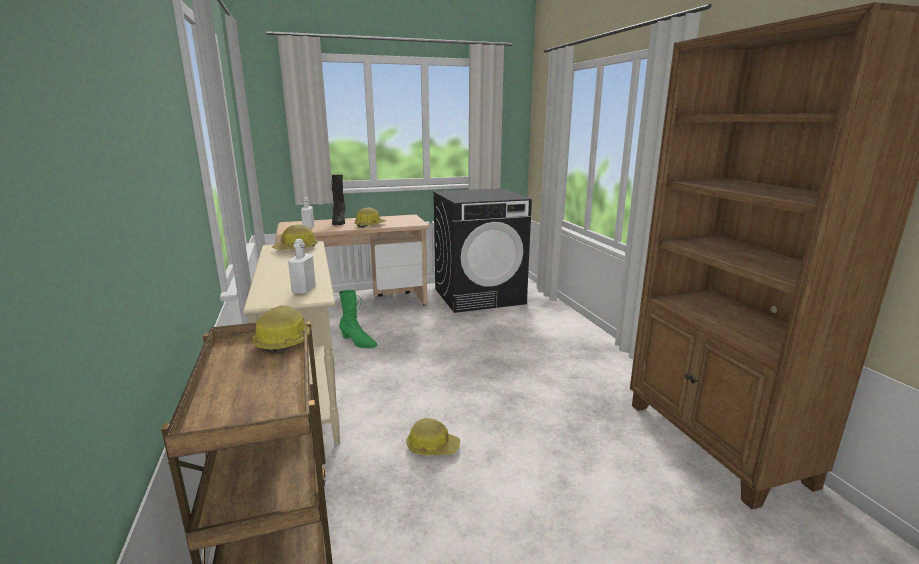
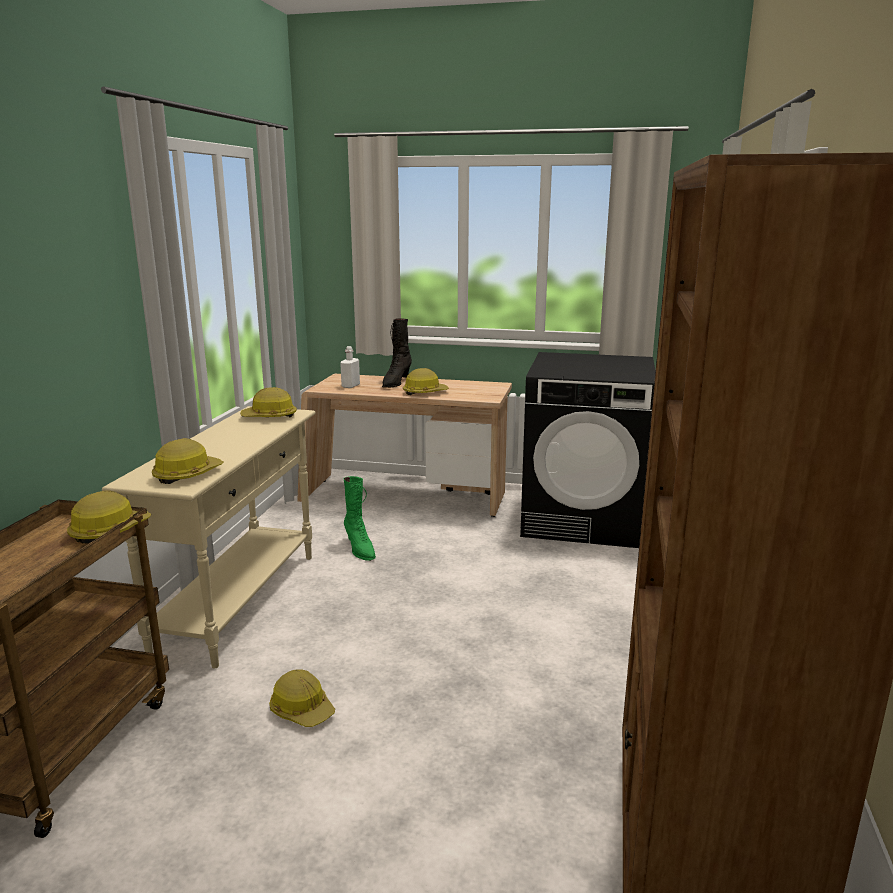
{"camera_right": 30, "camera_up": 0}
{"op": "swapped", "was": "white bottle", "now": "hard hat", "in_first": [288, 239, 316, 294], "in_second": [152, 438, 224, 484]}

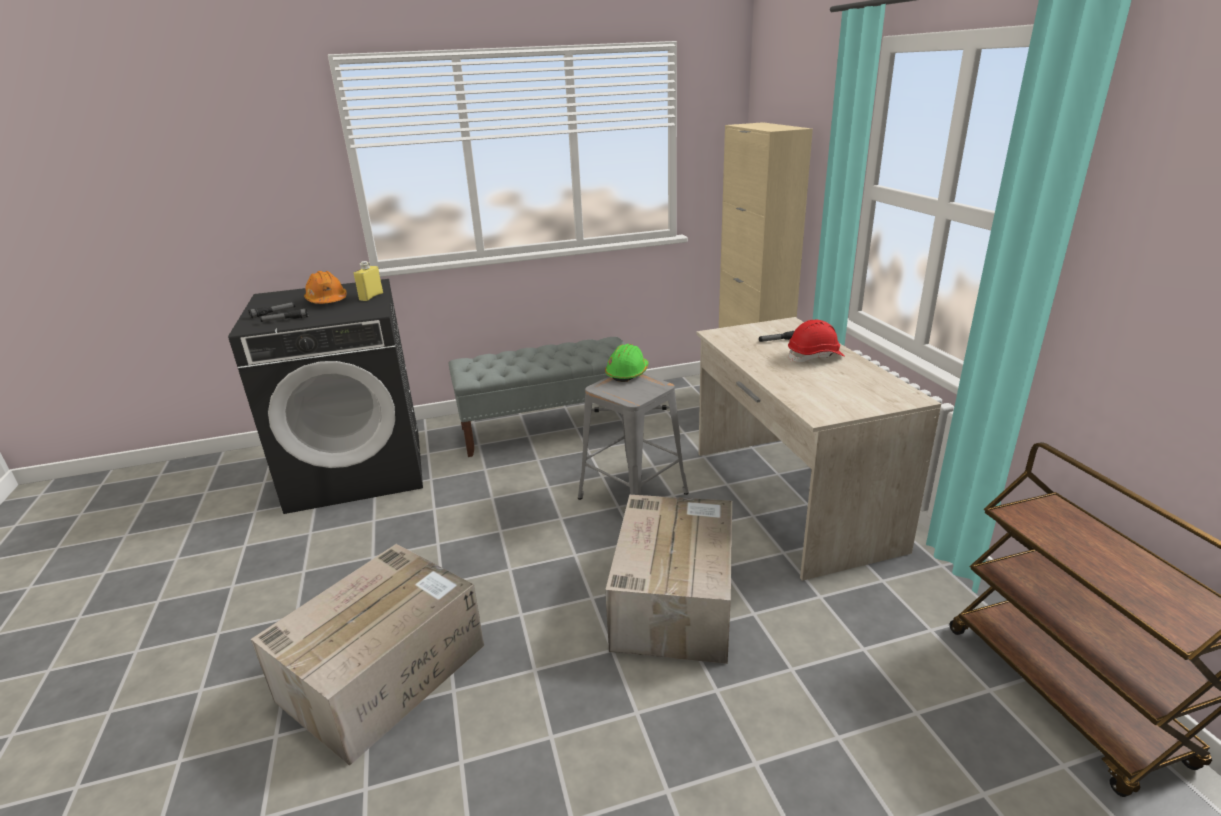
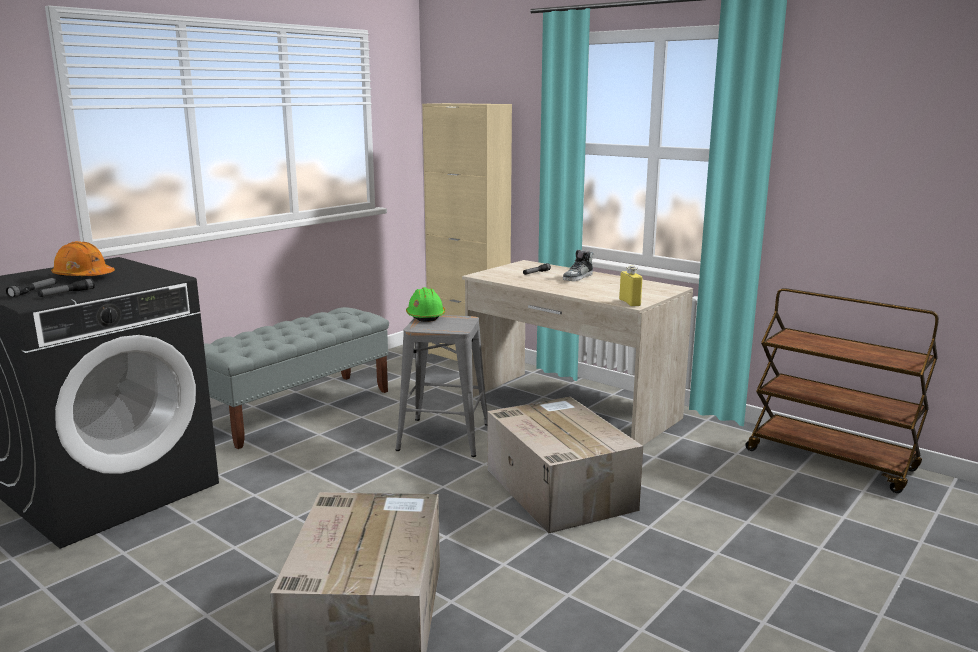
{"camera_right": -35, "camera_up": -10}
{"op": "shifted", "was": "yellow bottle", "in_first": [354, 261, 383, 301], "in_second": [619, 266, 642, 307]}
{"op": "swapped", "was": "red hard hat", "now": "shoe", "in_first": [788, 320, 844, 362], "in_second": [563, 250, 593, 282]}

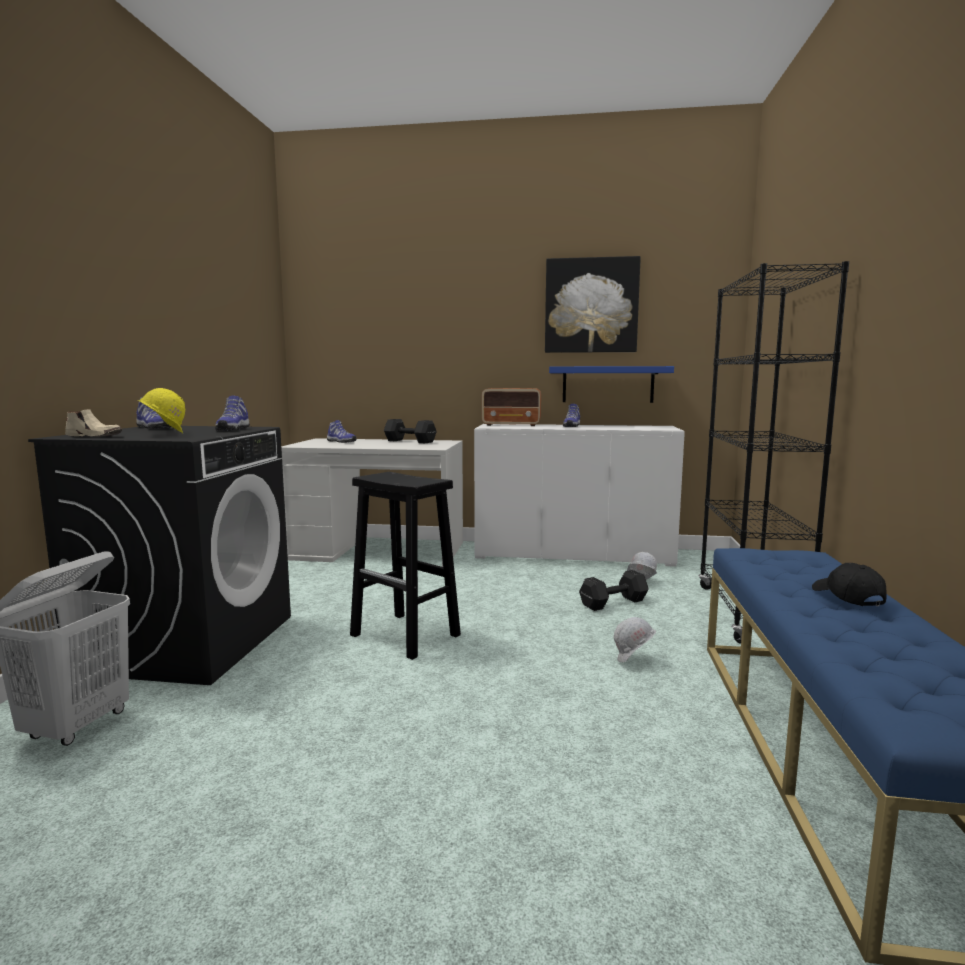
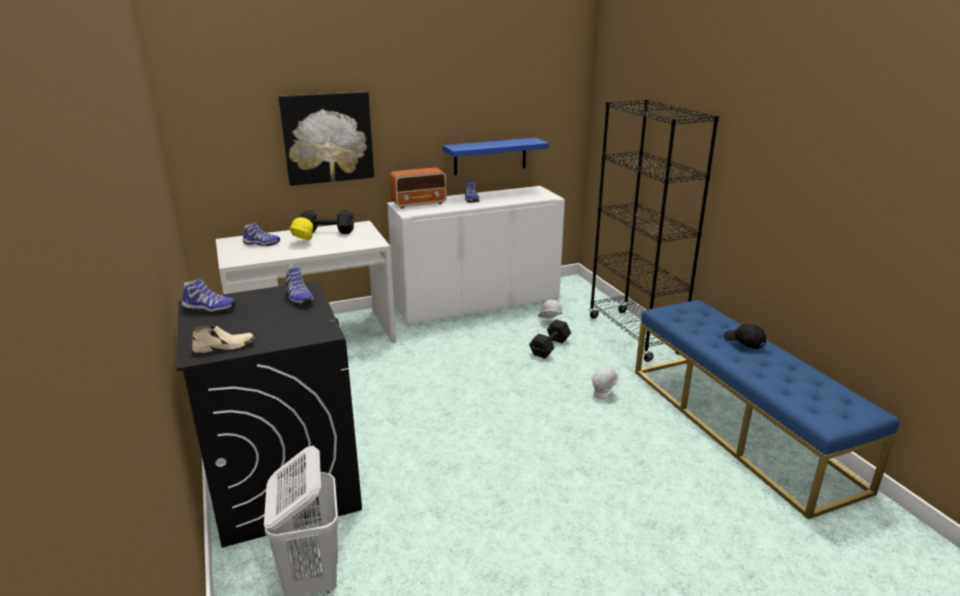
{"camera_right": -30, "camera_up": 15}
{"op": "shifted", "was": "yellow hard hat", "in_first": [138, 388, 186, 433], "in_second": [289, 217, 313, 241]}
{"op": "gone", "was": "black stool", "in_first": [350, 472, 461, 660]}
{"op": "shifted", "was": "picture", "in_first": [545, 256, 641, 353], "in_second": [278, 91, 374, 186]}

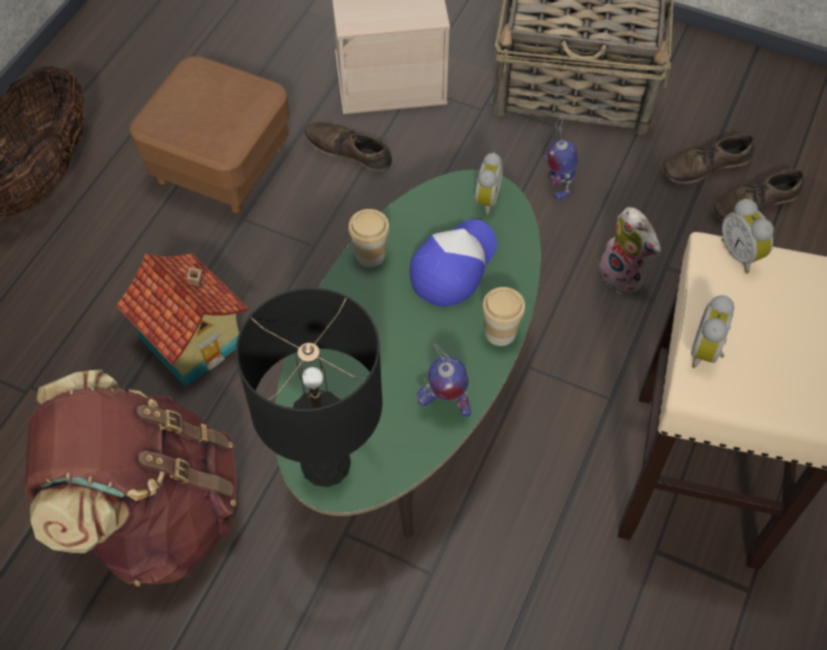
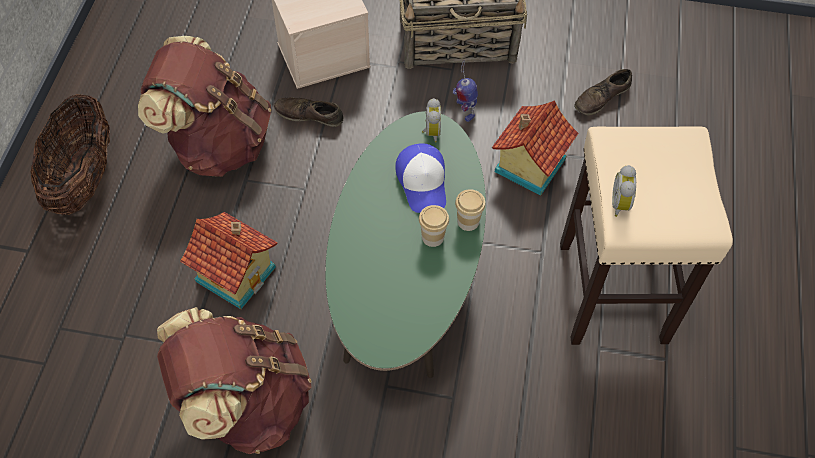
{"camera_right": -15, "camera_up": 0}
{"op": "swapped", "was": "brown ottoman", "now": "brown backpack", "in_first": [130, 56, 290, 213], "in_second": [138, 36, 271, 177]}
{"op": "gone", "was": "black table lamp", "in_first": [236, 287, 383, 487]}
{"op": "shifted", "was": "cup", "in_first": [348, 209, 390, 267], "in_second": [419, 205, 449, 247]}
{"op": "rotated", "was": "cap", "in_first": [410, 219, 497, 307], "in_second": [395, 143, 446, 213], "clockwise": 150}
{"op": "gone", "was": "toy robot", "in_first": [415, 343, 471, 417]}
{"op": "swapped", "was": "plush toy", "now": "toy house", "in_first": [600, 207, 661, 294], "in_second": [492, 100, 579, 195]}
{"op": "gone", "was": "brown shoe", "in_first": [662, 134, 754, 184]}
{"op": "gone", "was": "alarm clock", "in_first": [721, 199, 774, 273]}

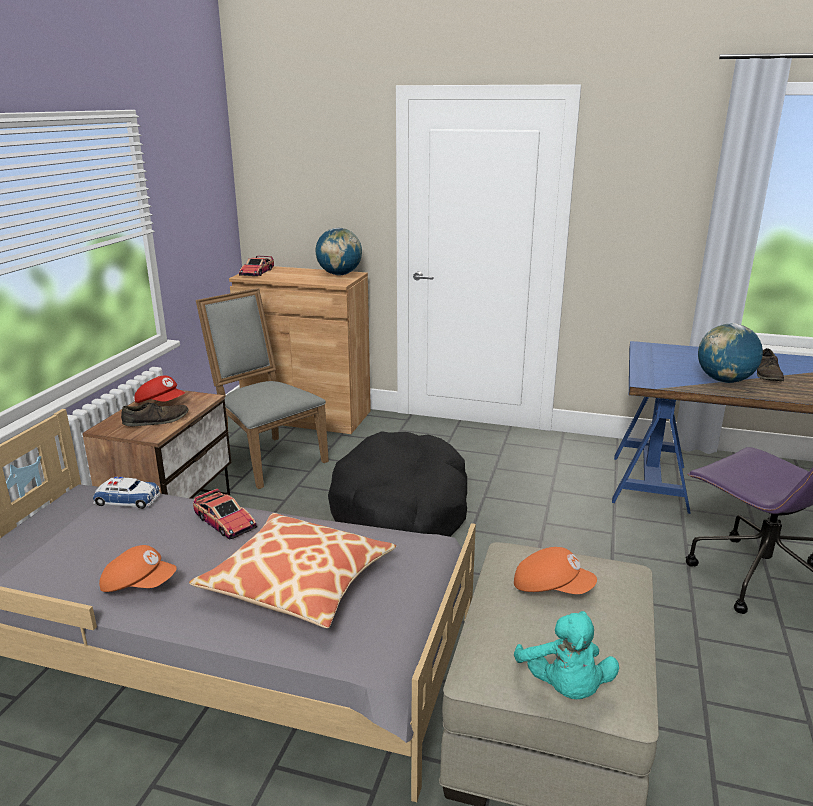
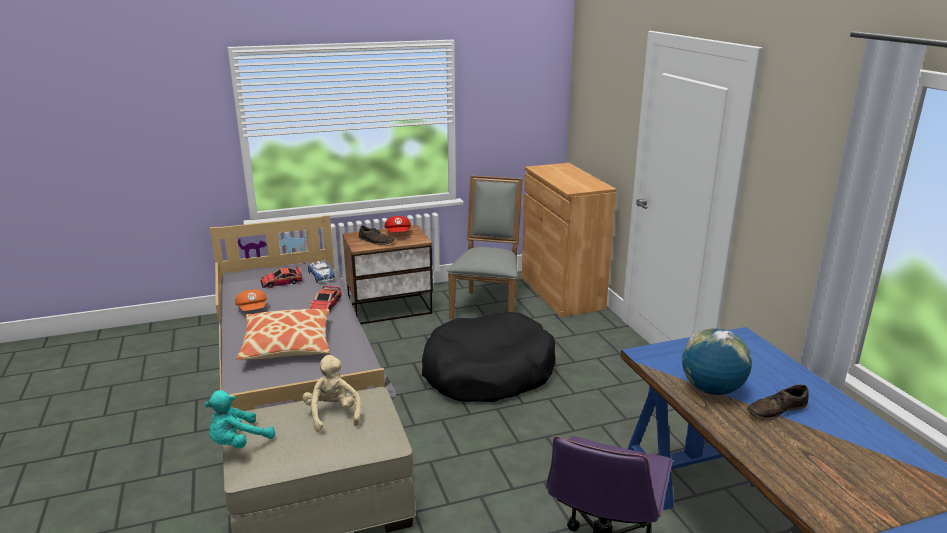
{"camera_right": 55, "camera_up": 0}
{"op": "shifted", "was": "toy car", "in_first": [239, 256, 274, 276], "in_second": [260, 266, 302, 288]}
{"op": "gone", "was": "globe", "in_first": [315, 228, 362, 276]}
{"op": "swapped", "was": "orange cap", "now": "beige plush toy", "in_first": [514, 547, 597, 594], "in_second": [302, 355, 361, 432]}

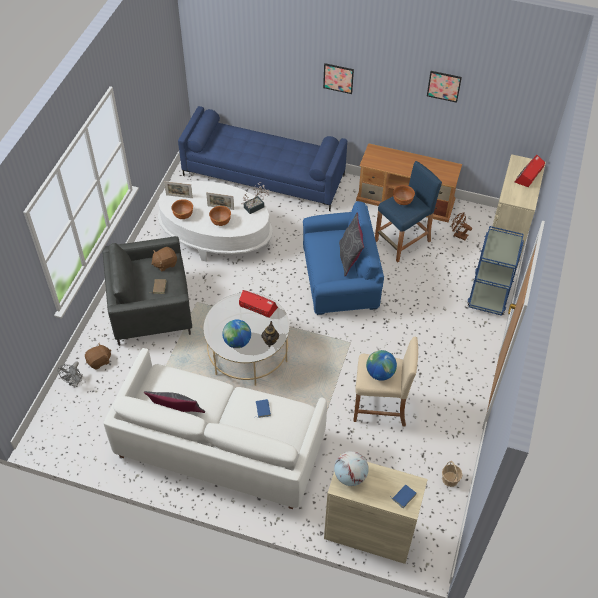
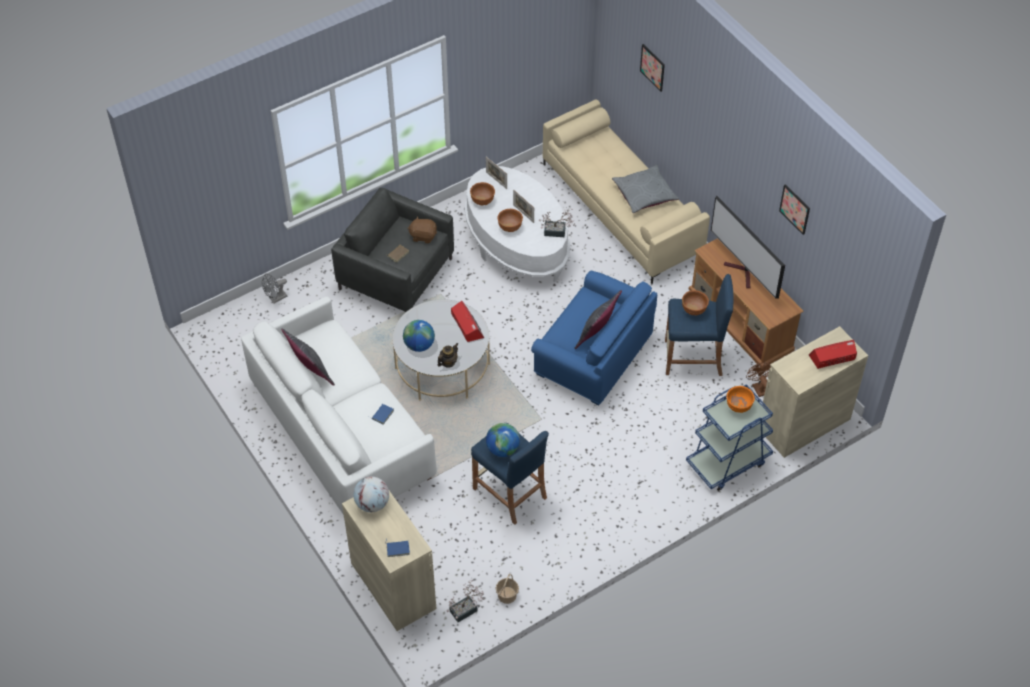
{"camera_right": 40, "camera_up": 0}
{"op": "gone", "was": "brown plush toy", "in_first": [85, 344, 111, 369]}
{"op": "repainted", "was": "blue sofa", "now": "beige sofa", "in_first": [178, 106, 347, 211], "in_second": [543, 99, 710, 284]}
{"op": "shifted", "was": "picture", "in_first": [323, 63, 354, 94], "in_second": [640, 44, 665, 92]}
{"op": "repainted", "was": "beige stool", "now": "blue stool", "in_first": [353, 336, 418, 427], "in_second": [471, 423, 549, 525]}
{"op": "new", "now": "potted plant", "in_second": [447, 580, 484, 622]}
{"op": "new", "now": "grey pillow", "in_second": [612, 165, 679, 213]}
{"op": "new", "now": "television", "in_second": [711, 195, 785, 299]}
{"op": "new", "now": "orange bowl", "in_second": [727, 386, 755, 413]}

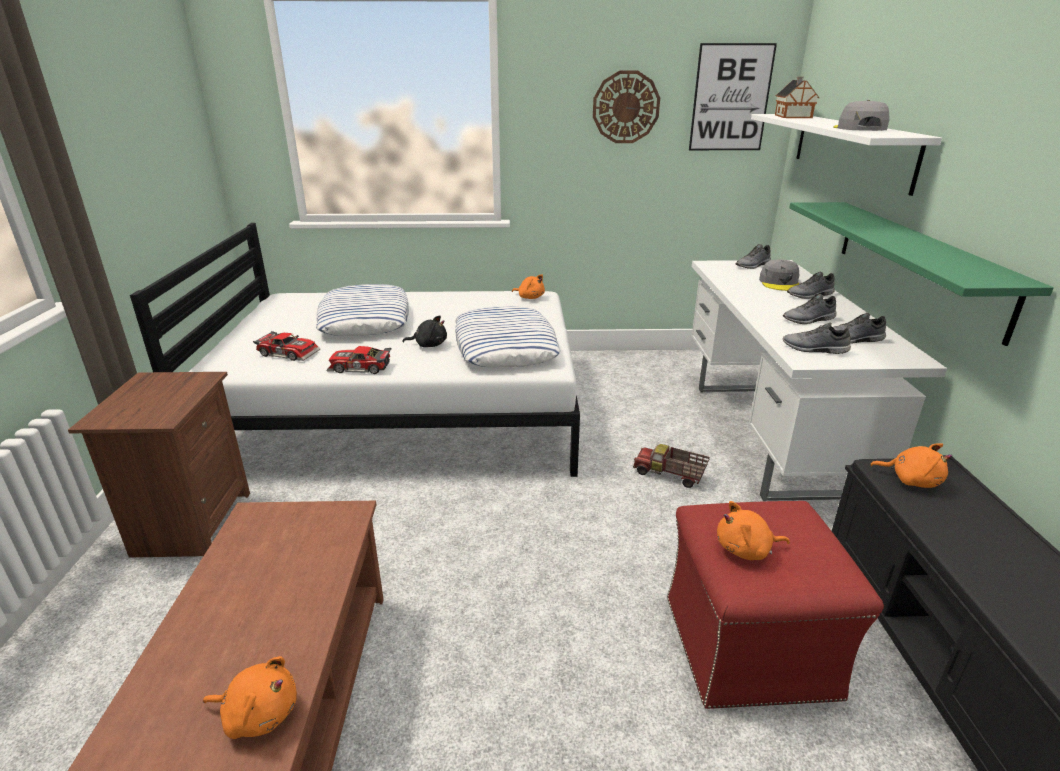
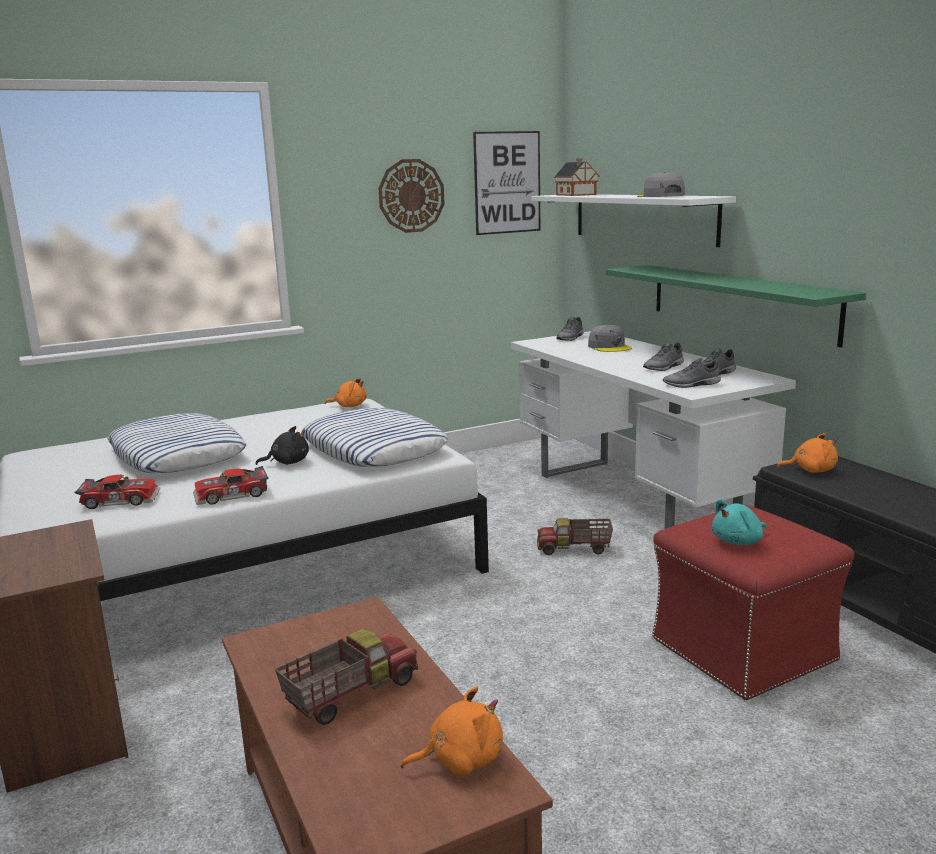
{"camera_right": -25, "camera_up": -10}
{"op": "repainted", "was": "orange plush toy", "now": "turquoise plush toy", "in_first": [717, 501, 790, 560], "in_second": [712, 499, 767, 545]}
{"op": "gone", "was": "grey shoe", "in_first": [787, 271, 835, 299]}
{"op": "new", "now": "toy truck", "in_second": [275, 630, 418, 725]}

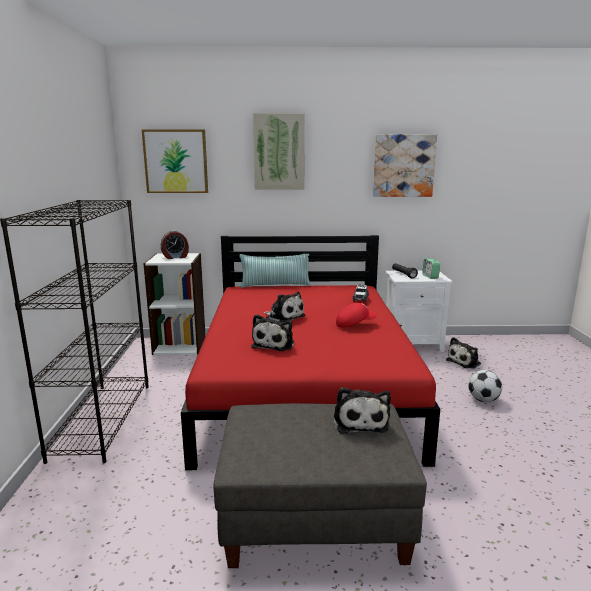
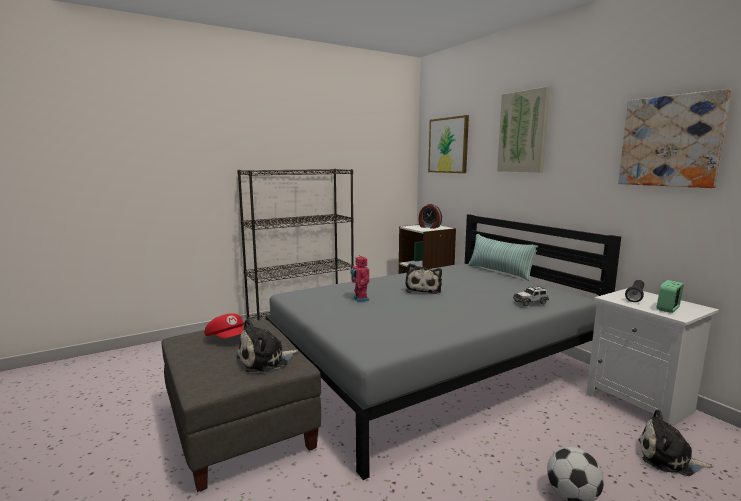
{"camera_right": 60, "camera_up": -5}
{"op": "repainted", "was": "red bed", "now": "grey bed", "in_first": [181, 235, 440, 470], "in_second": [265, 214, 621, 480]}
{"op": "swapped", "was": "plush toy", "now": "toy robot", "in_first": [251, 314, 294, 351], "in_second": [351, 255, 369, 302]}
{"op": "shifted", "was": "red cap", "in_first": [336, 303, 376, 328], "in_second": [205, 313, 244, 338]}

